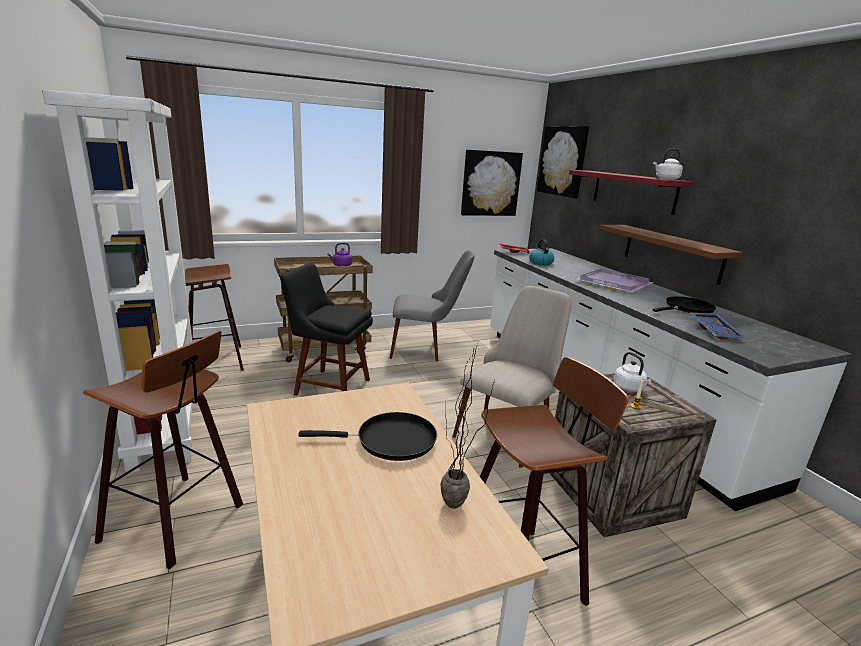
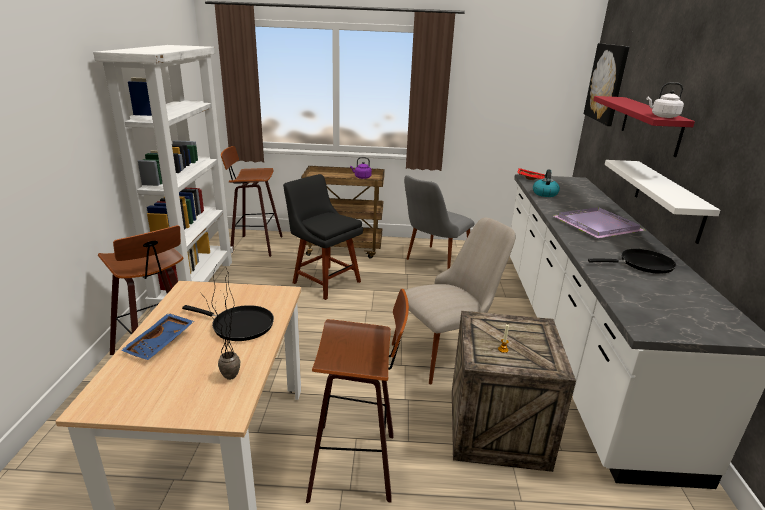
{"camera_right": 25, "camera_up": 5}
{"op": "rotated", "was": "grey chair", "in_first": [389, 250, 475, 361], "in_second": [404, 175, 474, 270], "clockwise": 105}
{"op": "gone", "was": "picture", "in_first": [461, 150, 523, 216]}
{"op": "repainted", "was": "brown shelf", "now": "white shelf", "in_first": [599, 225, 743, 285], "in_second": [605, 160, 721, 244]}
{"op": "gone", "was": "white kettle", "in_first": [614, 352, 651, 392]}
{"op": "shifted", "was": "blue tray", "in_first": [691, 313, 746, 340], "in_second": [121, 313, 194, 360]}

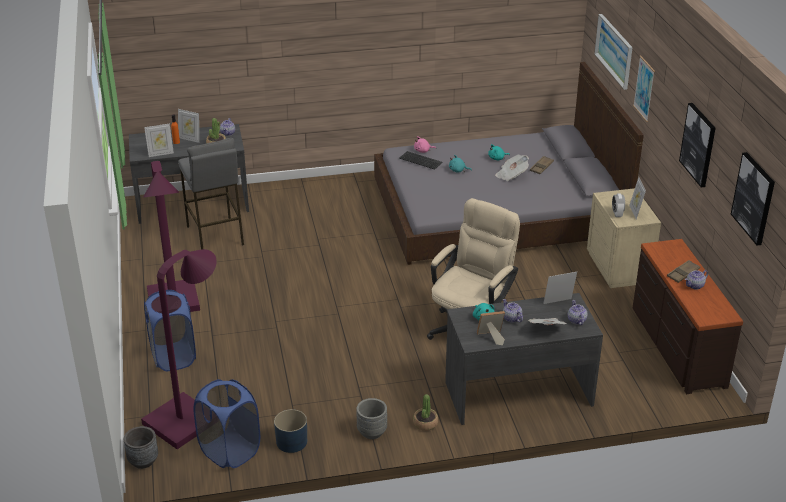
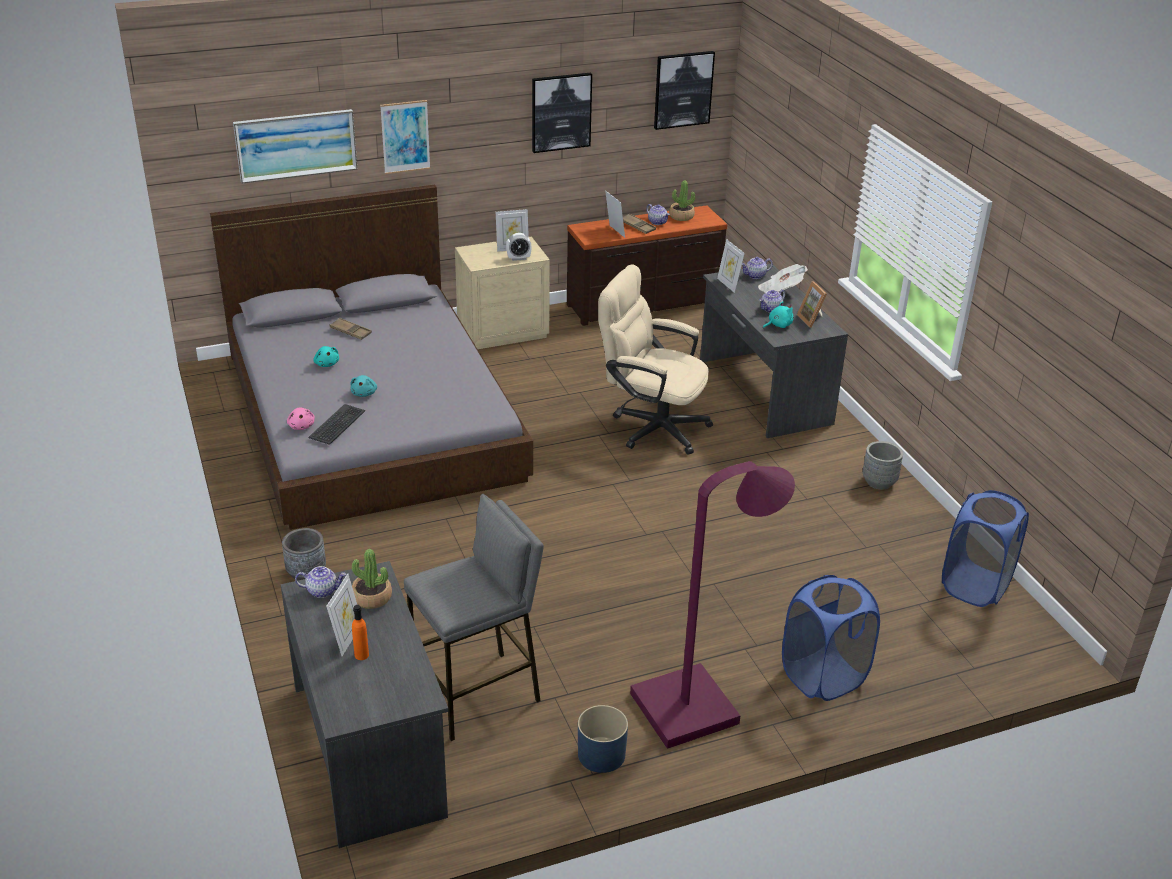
{"camera_right": -100, "camera_up": 0}
{"op": "shifted", "was": "grey planter", "in_first": [124, 426, 158, 469], "in_second": [282, 528, 326, 581]}
{"op": "gone", "was": "purple floor lamp", "in_first": [141, 249, 217, 449]}
{"op": "shifted", "was": "picture frame", "in_first": [144, 123, 174, 157], "in_second": [605, 191, 625, 238]}
{"op": "shifted", "was": "blue planter", "in_first": [274, 409, 307, 453], "in_second": [578, 705, 628, 773]}
{"op": "shifted", "was": "potted plant", "in_first": [413, 394, 438, 431], "in_second": [669, 181, 695, 221]}
{"op": "gone", "was": "newspaper", "in_first": [495, 154, 529, 181]}

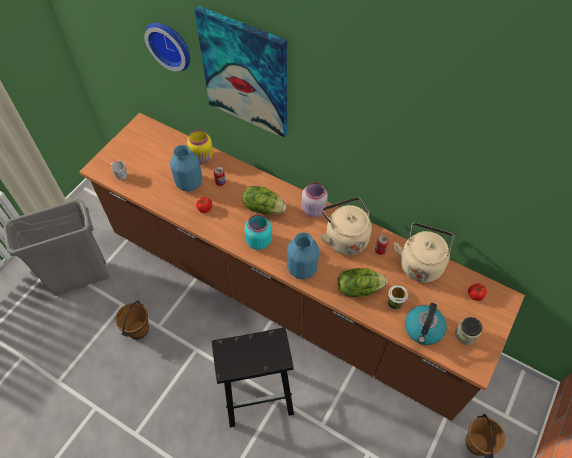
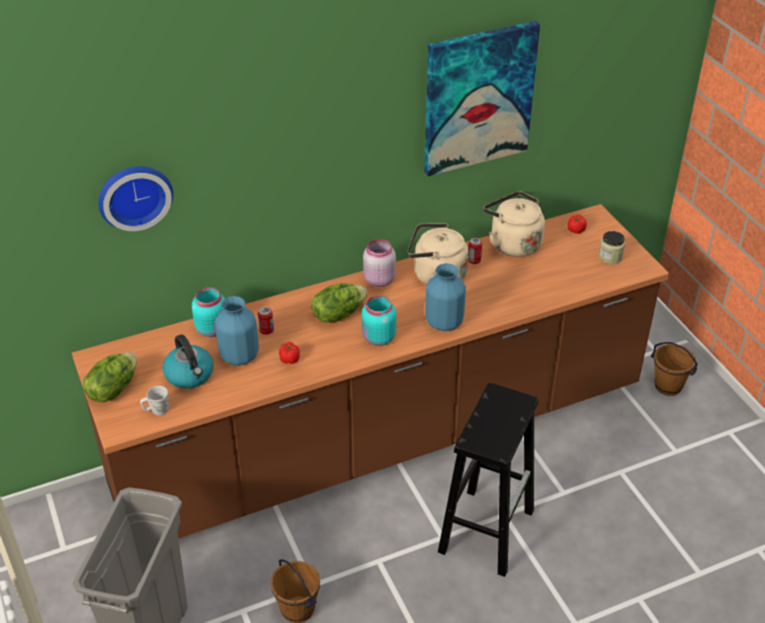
{"camera_right": -55, "camera_up": -15}
{"op": "repainted", "was": "yellow jar", "now": "turquoise jar", "in_first": [187, 130, 213, 164], "in_second": [192, 287, 225, 337]}
{"op": "shifted", "was": "picture", "in_first": [194, 6, 287, 138], "in_second": [424, 21, 540, 176]}
{"op": "shifted", "was": "lettuce", "in_first": [338, 268, 387, 297], "in_second": [83, 352, 137, 402]}
{"op": "gone", "was": "cup", "in_first": [388, 285, 408, 309]}
{"op": "shifted", "was": "kettle", "in_first": [405, 303, 447, 345], "in_second": [163, 334, 213, 389]}

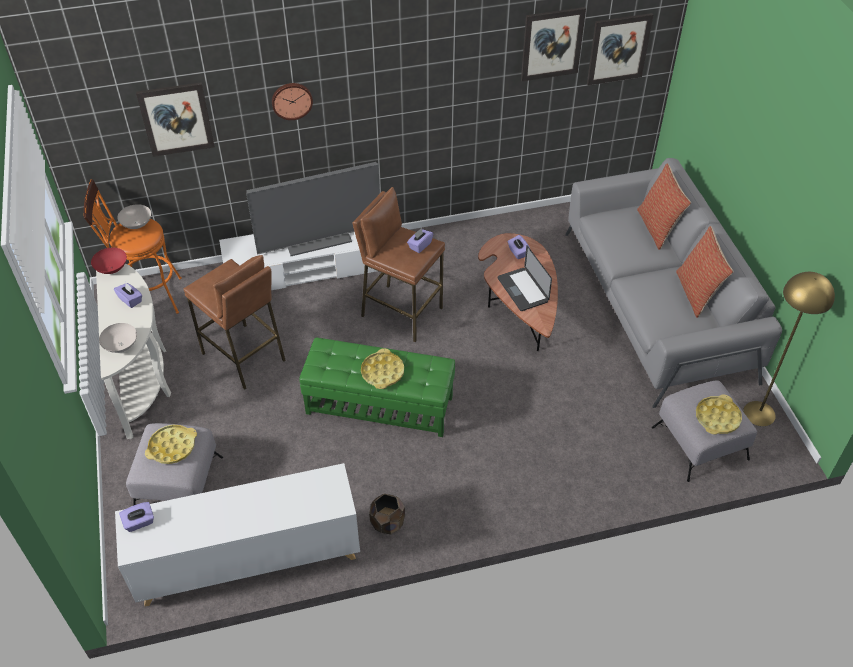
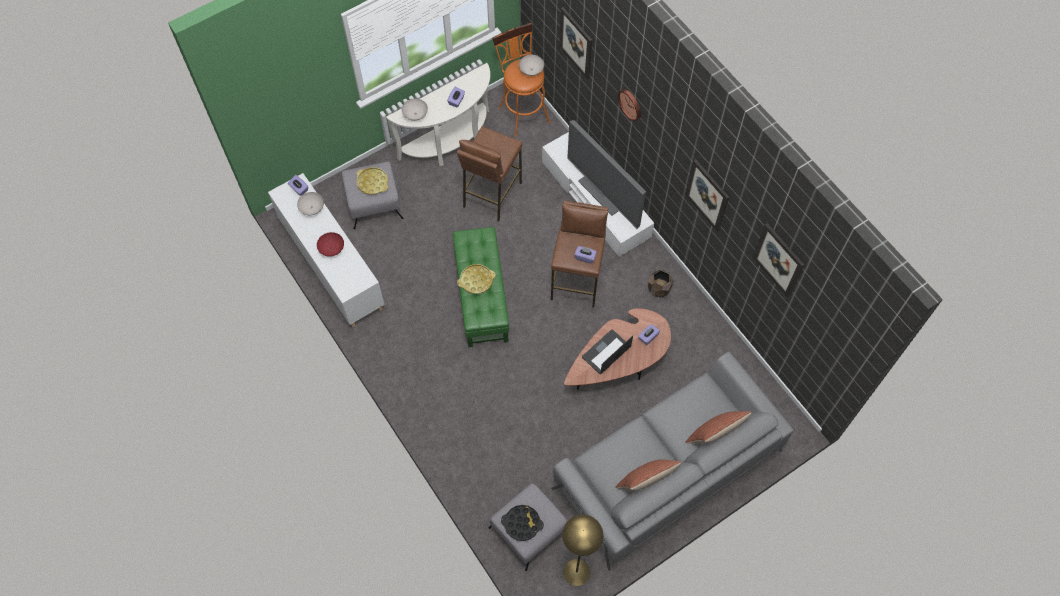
{"camera_right": 70, "camera_up": 15}
{"op": "shifted", "was": "red bowl", "in_first": [91, 248, 127, 274], "in_second": [317, 232, 344, 257]}
{"op": "shifted", "was": "brown planter", "in_first": [369, 494, 405, 535], "in_second": [648, 270, 673, 298]}
{"op": "shifted", "was": "picture", "in_first": [587, 13, 653, 85], "in_second": [685, 159, 729, 232]}
{"op": "repainted", "was": "yellow tray", "now": "black tray", "in_first": [696, 395, 742, 435], "in_second": [501, 505, 544, 541]}
{"op": "new", "now": "white bowl", "in_second": [297, 192, 324, 215]}

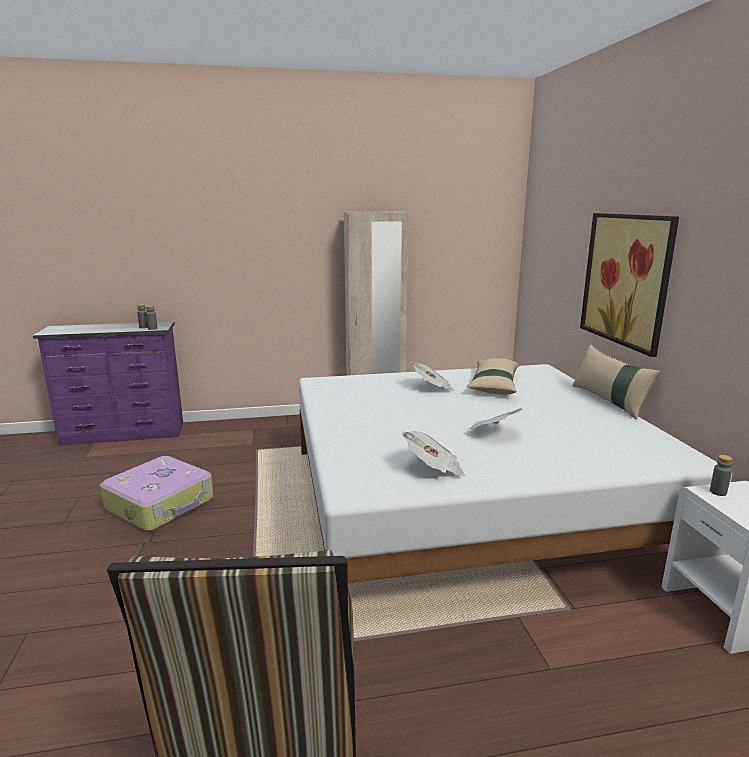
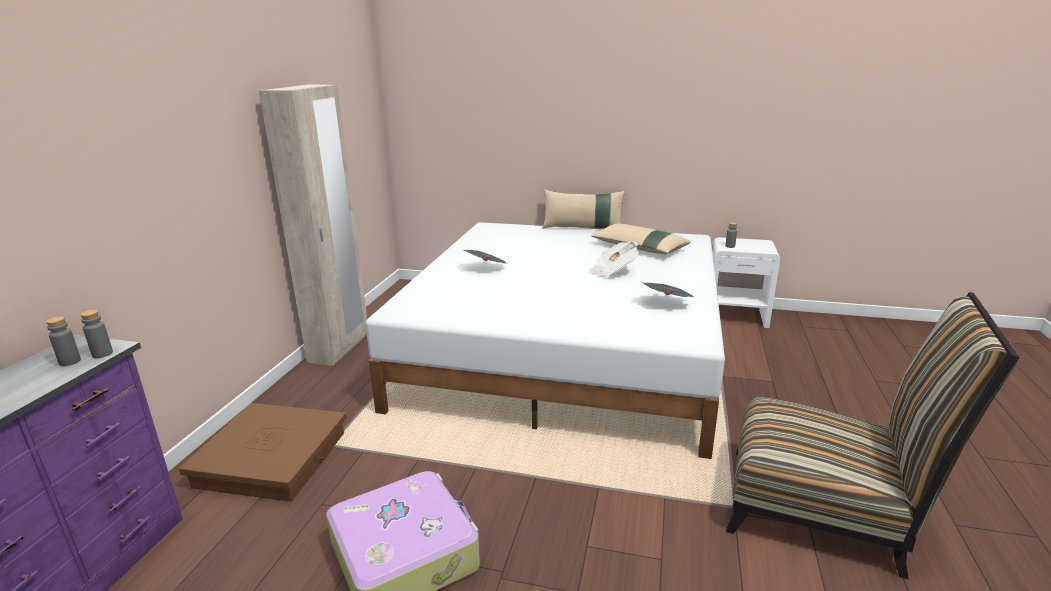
{"camera_right": -65, "camera_up": 5}
{"op": "shifted", "was": "beige pillow", "in_first": [467, 358, 519, 395], "in_second": [591, 223, 691, 254]}
{"op": "gone", "was": "picture", "in_first": [580, 213, 679, 357]}
{"op": "new", "now": "brown storage box", "in_second": [179, 403, 347, 502]}

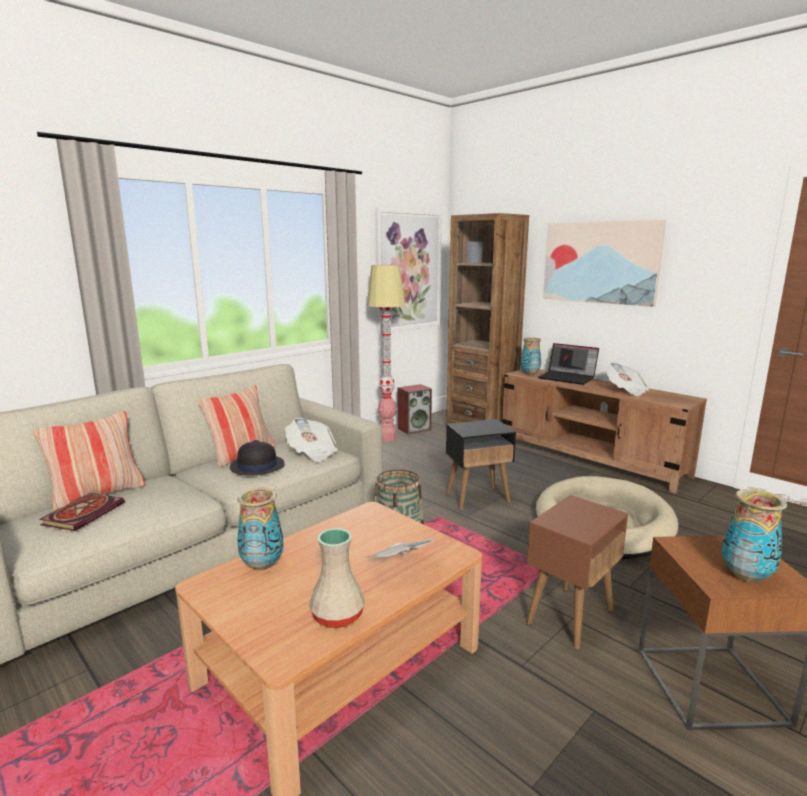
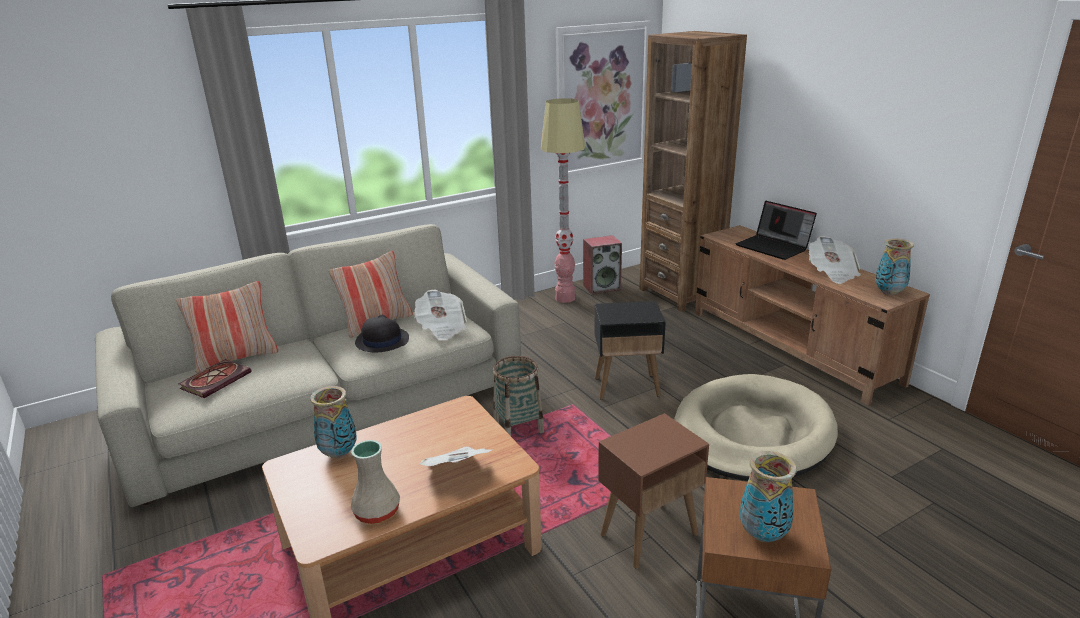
{"camera_right": 15, "camera_up": 10}
{"op": "shifted", "was": "vase", "in_first": [520, 337, 541, 375], "in_second": [875, 238, 914, 295]}
{"op": "gone", "was": "picture", "in_first": [543, 220, 666, 307]}

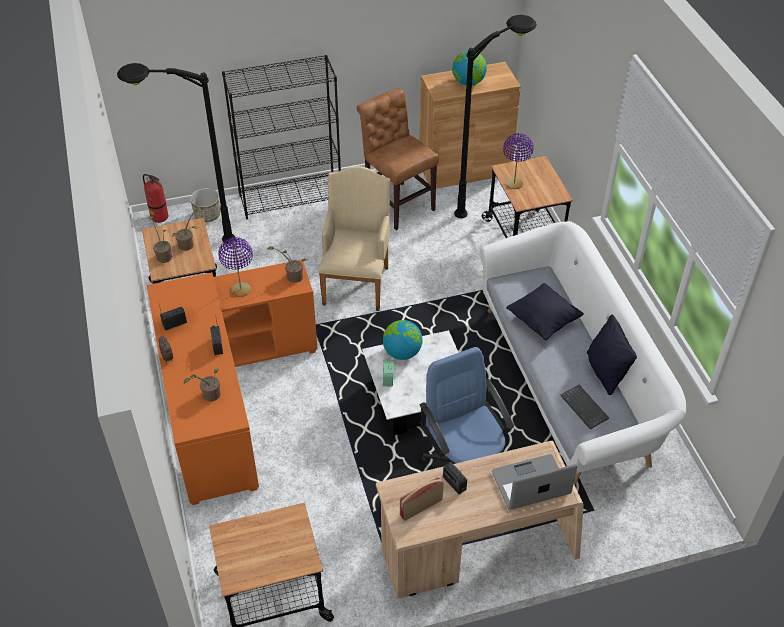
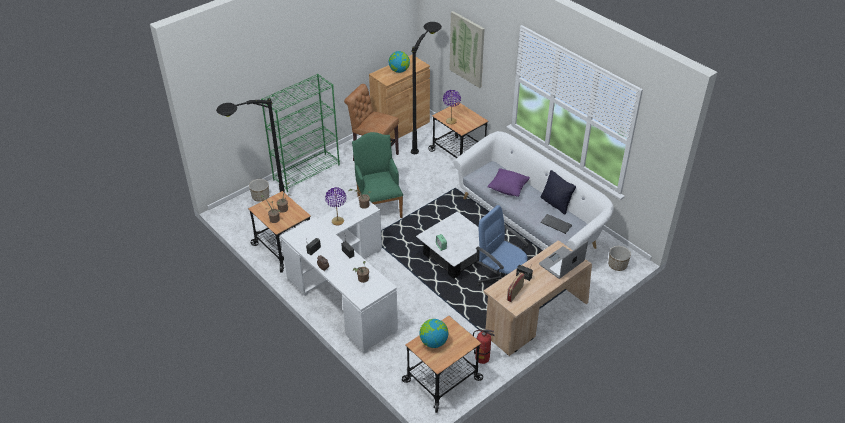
{"camera_right": -25, "camera_up": -5}
{"op": "shifted", "was": "fire extinguisher", "in_first": [143, 174, 168, 223], "in_second": [473, 330, 495, 364]}
{"op": "repainted", "was": "orange desk", "now": "white desk", "in_first": [147, 260, 318, 505], "in_second": [281, 197, 398, 353]}
{"op": "repainted", "was": "black bookcase", "now": "green bookcase", "in_first": [222, 55, 341, 219], "in_second": [261, 74, 340, 192]}
{"op": "repainted", "was": "beige armchair", "now": "green armchair", "in_first": [318, 166, 390, 311], "in_second": [352, 132, 403, 218]}
{"op": "shifted", "was": "globe", "in_first": [383, 320, 423, 360], "in_second": [420, 319, 448, 348]}
{"op": "repainted", "was": "black pillow", "now": "purple pillow", "in_first": [506, 283, 584, 340], "in_second": [488, 168, 530, 197]}
{"op": "new", "now": "picture", "in_second": [449, 11, 485, 88]}
{"op": "new", "now": "planter", "in_second": [608, 246, 631, 271]}

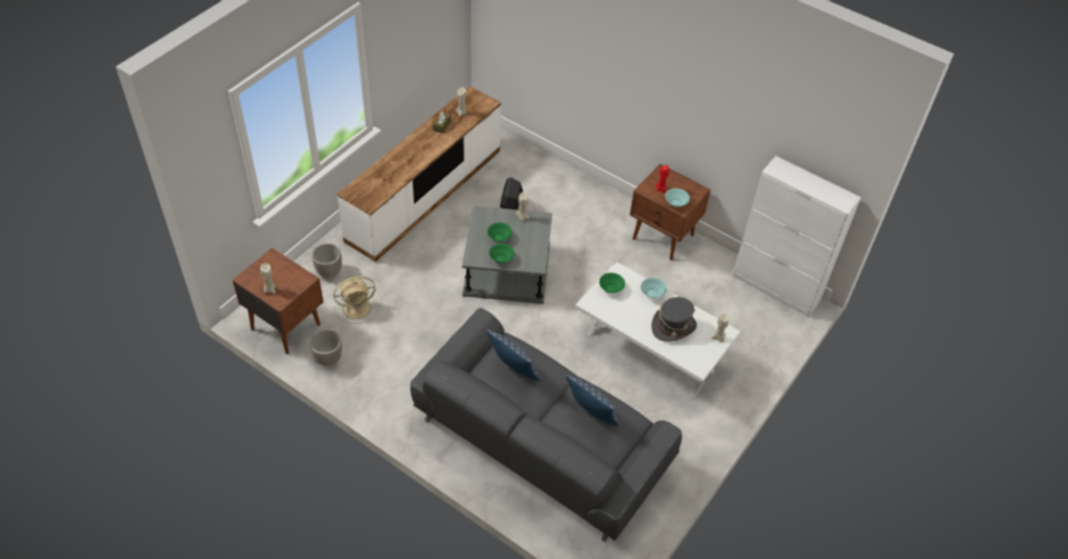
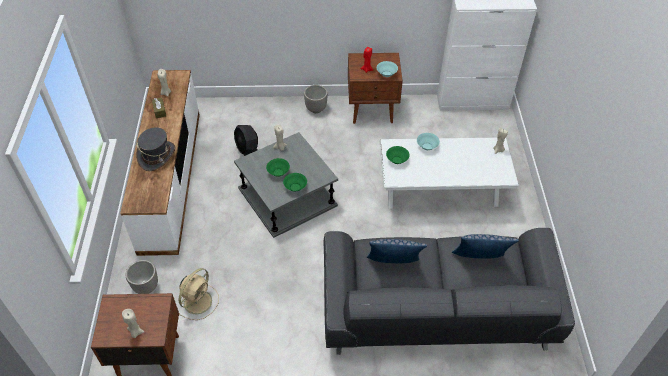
{"camera_right": -35, "camera_up": 0}
{"op": "shifted", "was": "planter", "in_first": [310, 329, 342, 366], "in_second": [304, 85, 328, 113]}
{"op": "shifted", "was": "grey hat", "in_first": [651, 297, 697, 341], "in_second": [136, 127, 176, 171]}

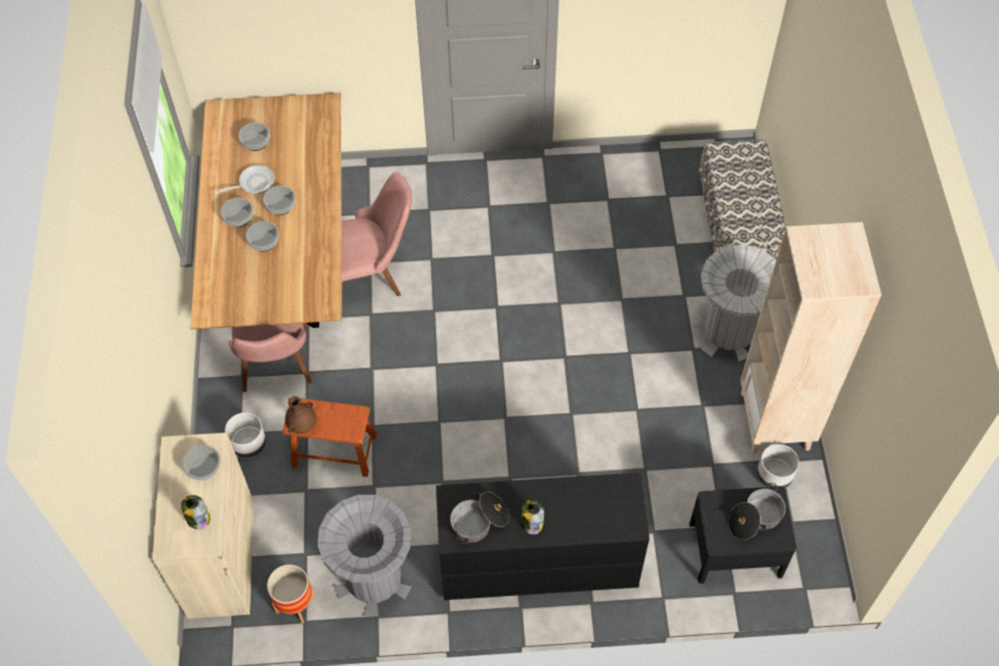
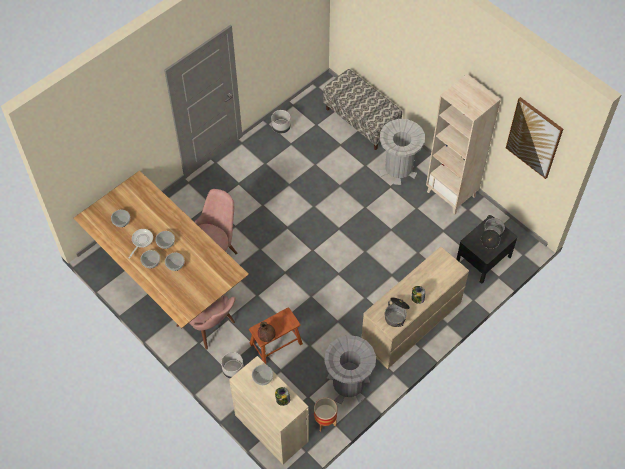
{"camera_right": -40, "camera_up": 0}
{"op": "repainted", "was": "black dresser", "now": "beige dresser", "in_first": [436, 472, 650, 600], "in_second": [362, 246, 469, 369]}
{"op": "shifted", "was": "grey planter", "in_first": [757, 444, 799, 488], "in_second": [271, 110, 291, 133]}
{"op": "new", "now": "picture", "in_second": [506, 97, 563, 179]}

